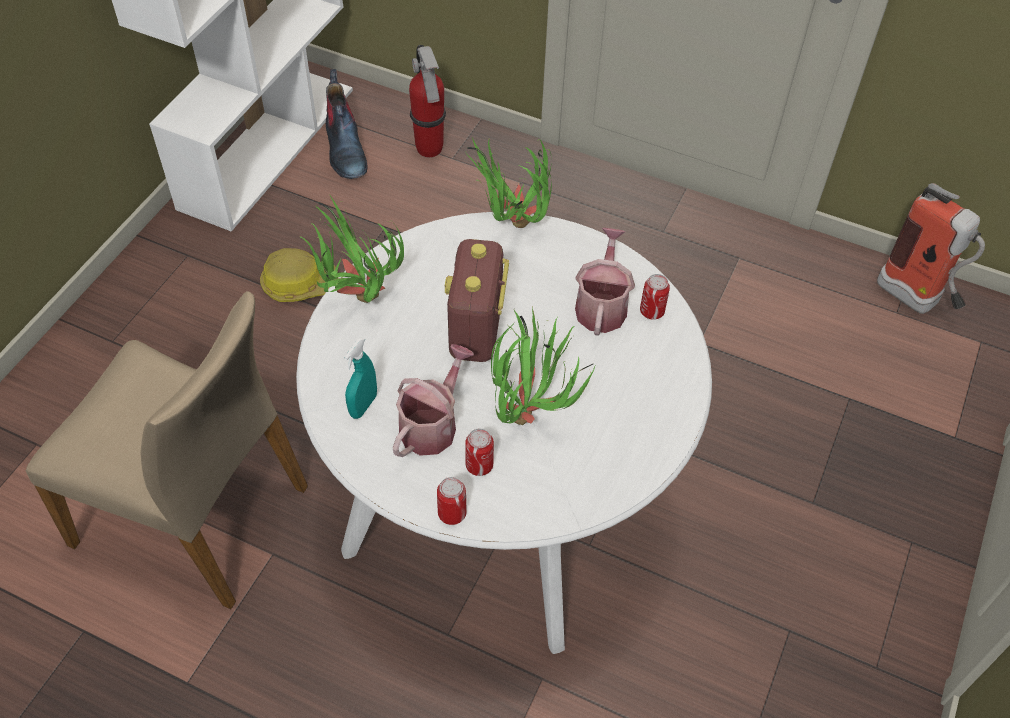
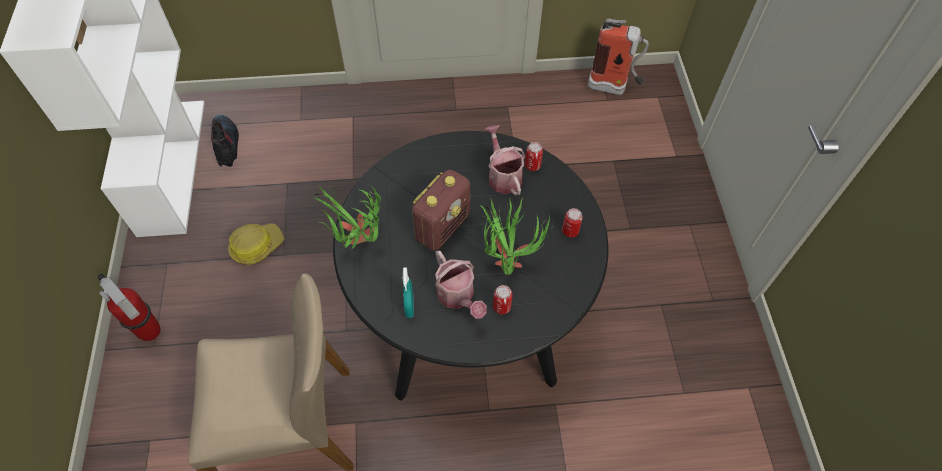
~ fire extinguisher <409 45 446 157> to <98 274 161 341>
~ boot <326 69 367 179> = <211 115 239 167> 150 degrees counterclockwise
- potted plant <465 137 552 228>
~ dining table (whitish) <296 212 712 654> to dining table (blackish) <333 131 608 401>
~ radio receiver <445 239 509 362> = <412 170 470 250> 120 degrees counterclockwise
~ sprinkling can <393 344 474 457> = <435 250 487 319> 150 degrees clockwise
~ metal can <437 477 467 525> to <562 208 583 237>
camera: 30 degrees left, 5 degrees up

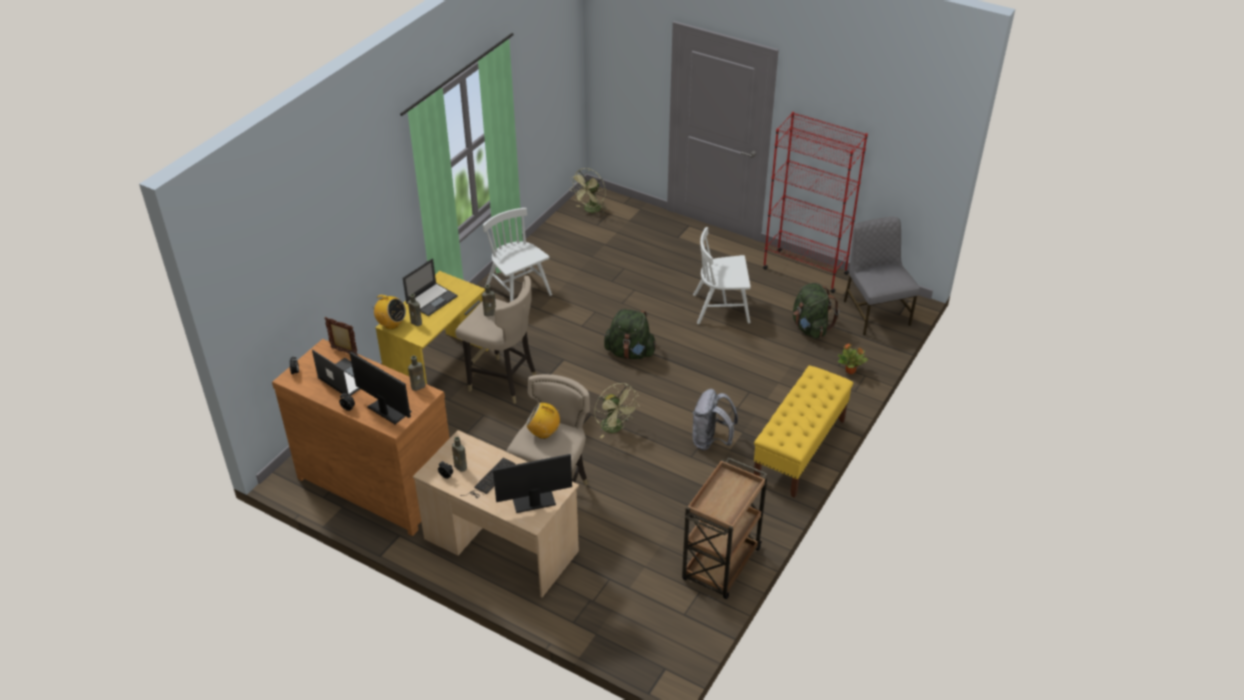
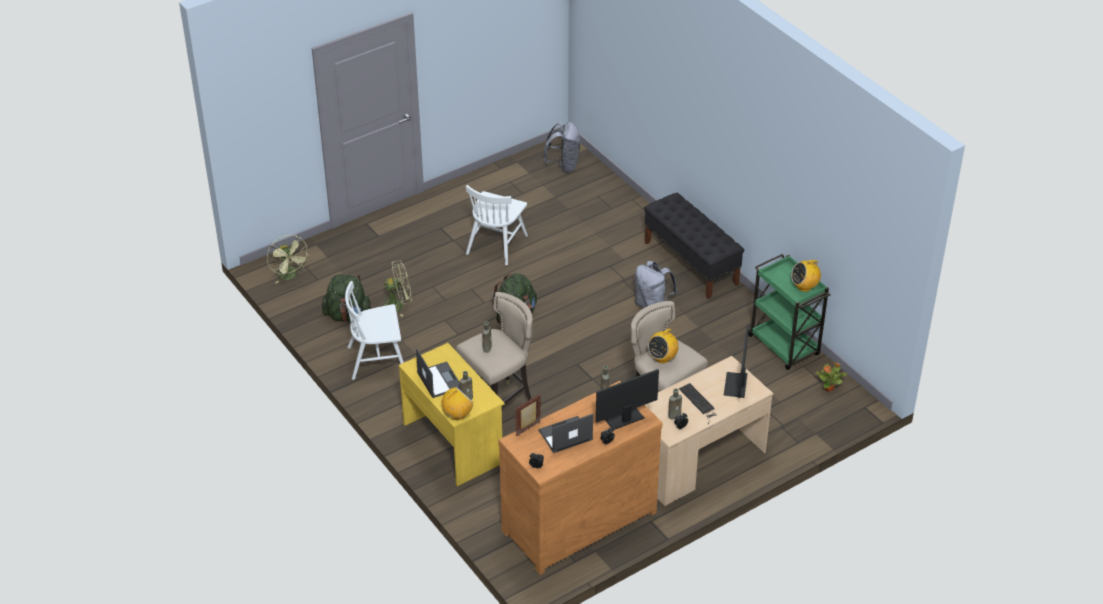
- bookshelf (reddish) <763 112 868 293>
~ chair (gray) <844 217 920 335> to rucksack (gray) <544 122 580 173>
~ rucksack (greenish) <793 283 839 339> to <322 274 373 322>
~ potted plant <838 344 868 374> to <816 362 847 391>
~ long seat (yellowish) <754 366 853 498> to long seat (blackish) <644 193 744 299>
~ fan (greenish) <594 383 640 438> to <377 261 411 317>
~ wheeled cart (brownish) <682 457 767 599> to wheeled cart (greenish) <748 254 831 370>
+ radio receiver <791 260 821 292>
camera: 65 degrees left, 0 degrees up

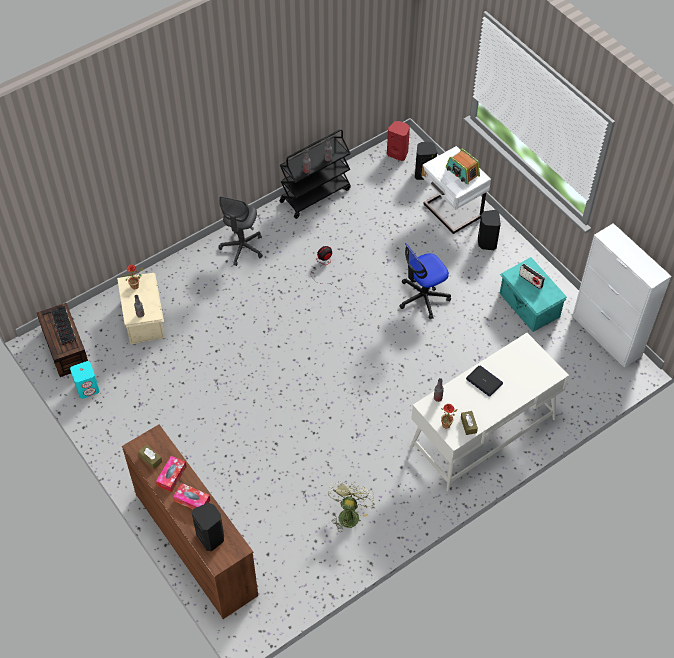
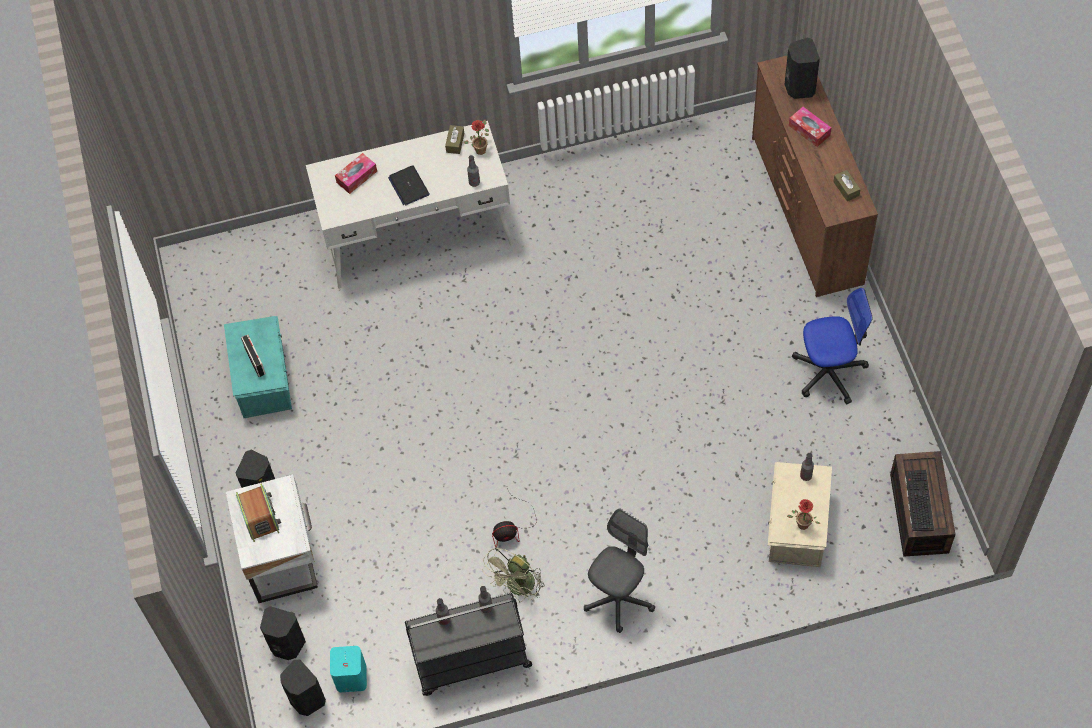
~ speaker (reddish) <387 121 410 161> to speaker (blackish) <280 660 326 716>
- cupboard (whitish) <572 223 671 368>
~ computer chair <399 243 451 319> to <792 288 873 404>
~ speaker (turquoise-coloured) <70 361 99 399> to <330 646 367 692>
~ tissue box <156 456 187 492> to <335 153 377 194>
~ fan (greenish) <328 481 374 532> to <482 547 545 602>
camera: 155 degrees left, 5 degrees up

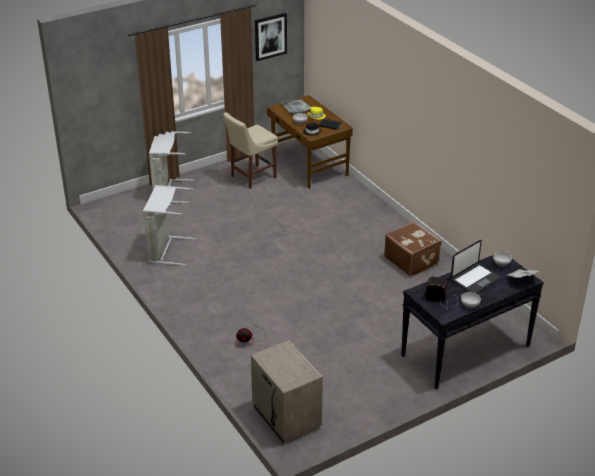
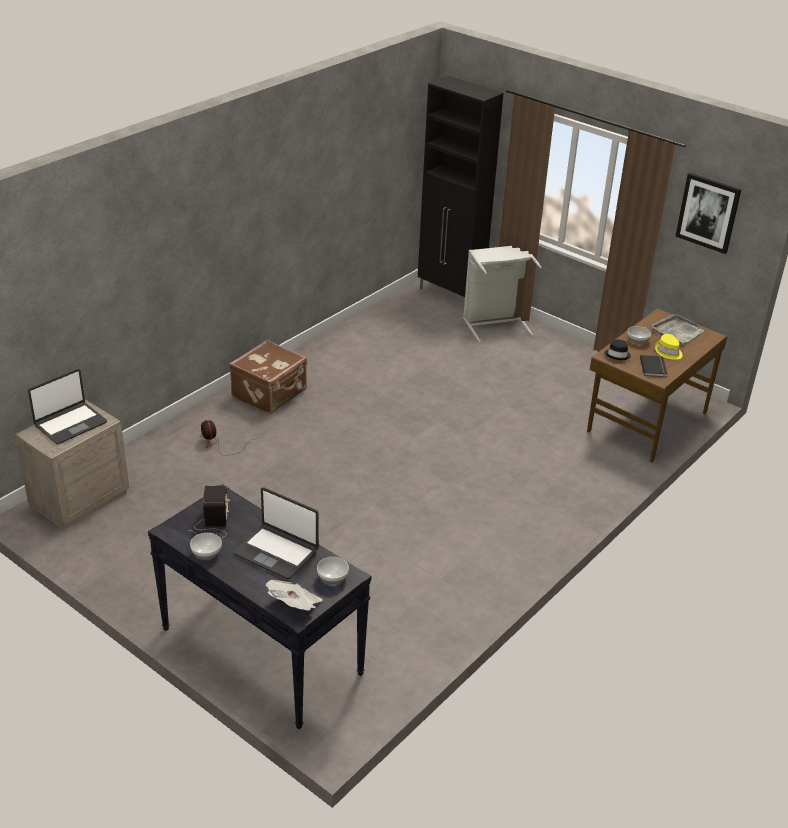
- chair (beige-coloured) <223 112 278 189>
- washing basket (gray) <143 185 196 266>
~ suitcase (brownish) <384 221 442 277> to <229 340 307 414>
+ cupboard (blackish) <418 76 503 297>
+ laptop <28 369 107 444>
camera: 70 degrees right, 0 degrees up

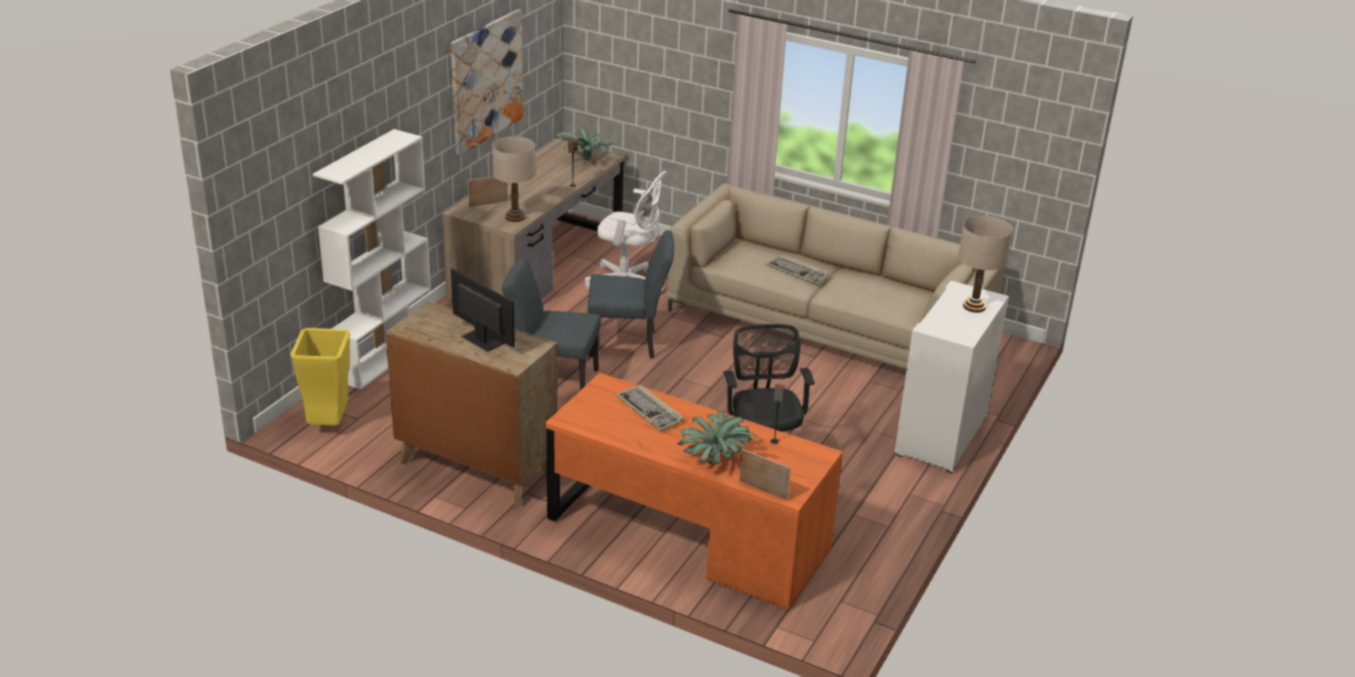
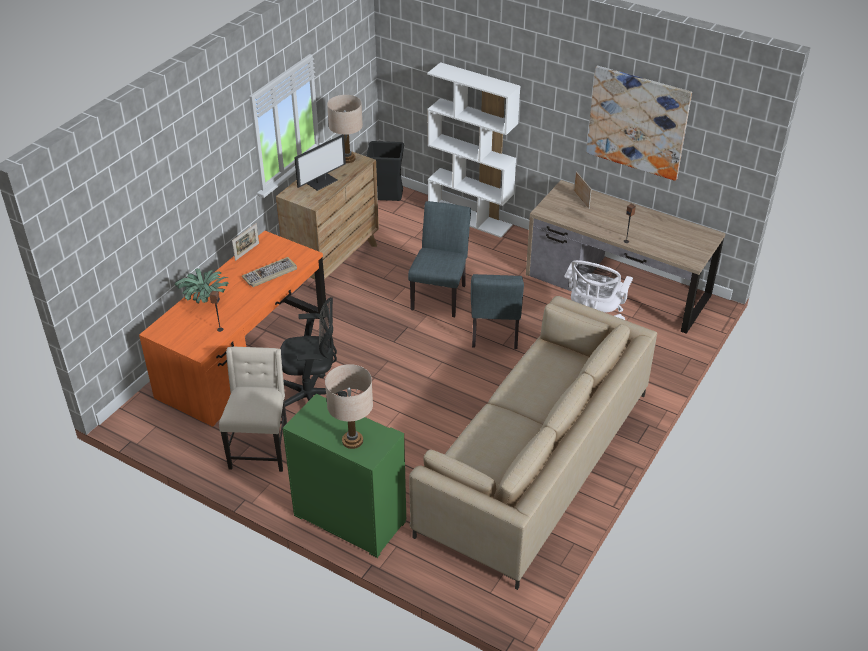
- potted plant <555 127 613 162>
~ tabletop lamp (beige-coloured) <492 136 535 222> to <327 95 363 163>
- keyboard <766 254 829 285>
~ cupboard (whitish) <895 281 1009 473> to cupboard (greenish) <282 394 406 558>
~ waste bin (yellowish) <290 328 350 426> to waste bin (blackish) <366 141 404 201>
~ standing frame <739 449 791 500> to <232 223 259 261>
+ chair (beige-coloured) <219 347 287 472>
camera: 95 degrees right, 10 degrees up

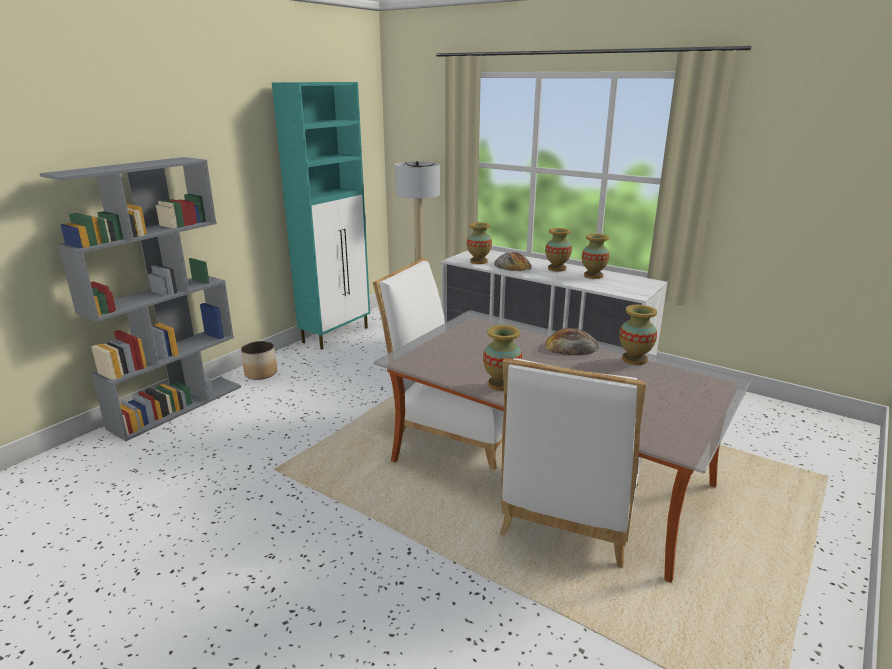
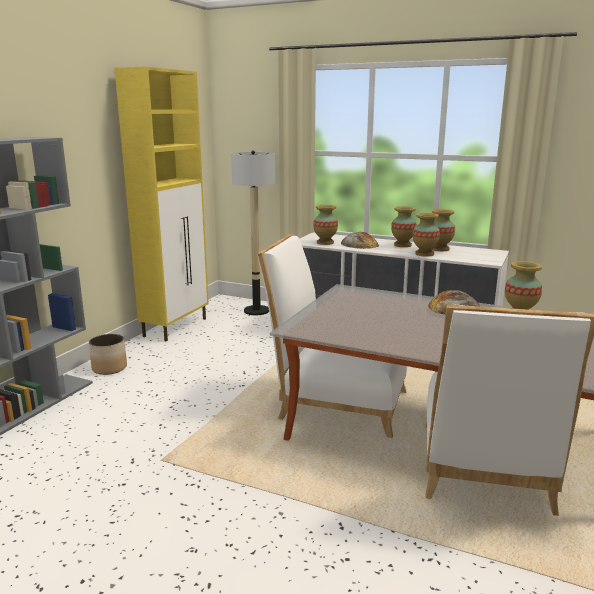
~ cupboard (turquoise-coloured) <272 82 370 350> to cupboard (yellowish) <115 67 209 342>
~ decorative vase <483 325 522 391> to <413 213 440 257>
camera: 10 degrees left, 5 degrees down

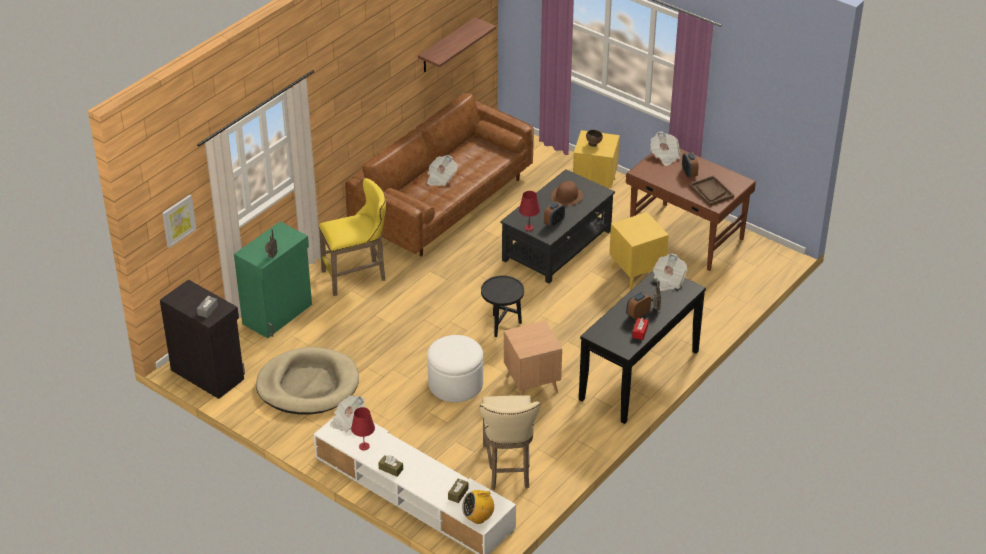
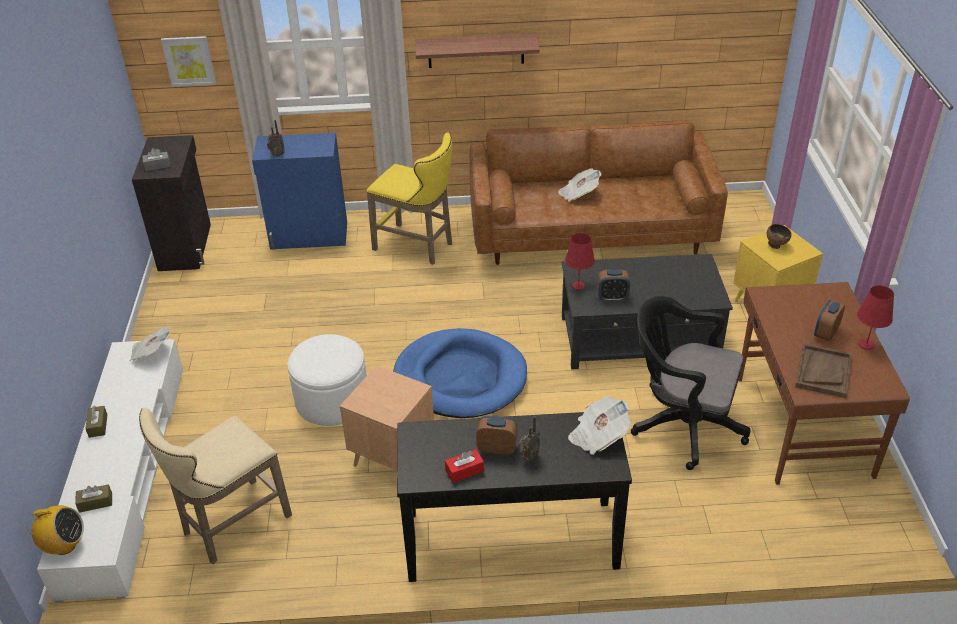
~ bracket shelf <418 17 496 72> to <415 33 540 68>
- printed paper <650 132 680 166>
- clothing hat (brownish) <551 181 583 206>
~ side table (yellowish) <609 212 669 290> to computer chair (blackish) <631 296 751 470>
~ cupboard (greenish) <234 222 312 338> to cupboard (bluish) <252 133 347 250>
~ side table (blackish) <481 275 524 337> to dog bed (bluish) <393 328 527 418>
- dog bed (beige-coloured) <256 347 359 415>
~ tabletop lamp (reddish) <351 407 375 451> to <857 285 894 350>
~ radio receiver <462 489 494 524> = <22 505 84 555> 150 degrees clockwise
camera: 50 degrees right, 0 degrees up

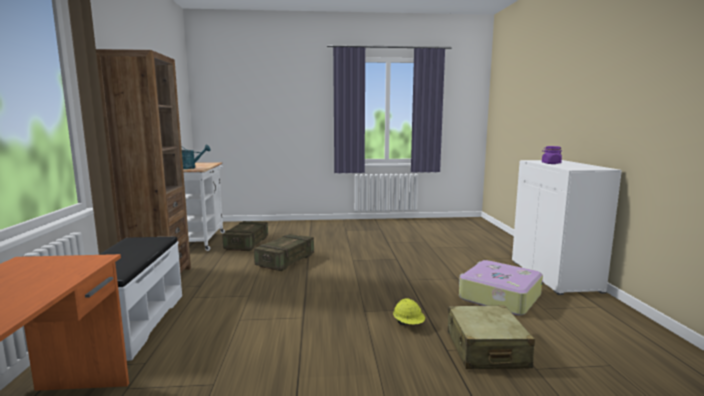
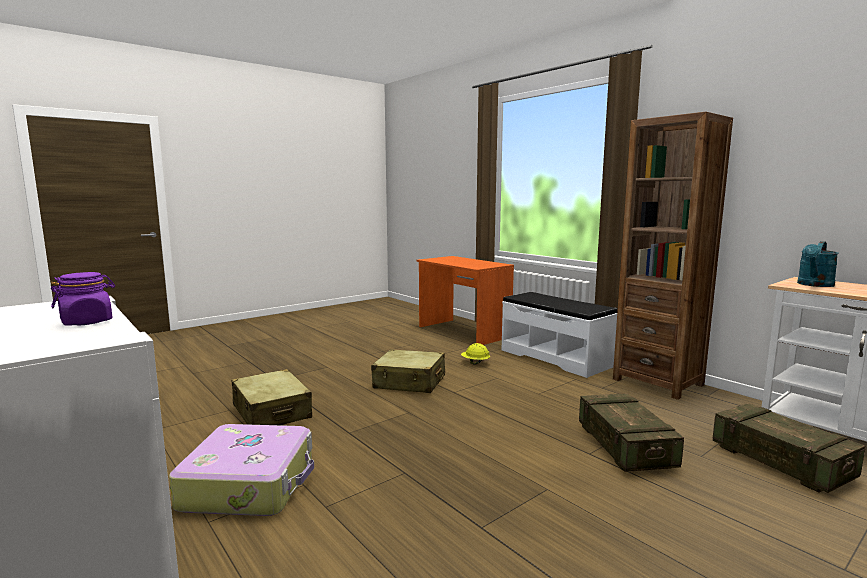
~ work helmet (yellowish) <393 298 425 325> to <461 343 490 364>
+ suitcase (beige-coloured) <371 349 445 393>
camera: 145 degrees right, 0 degrees up

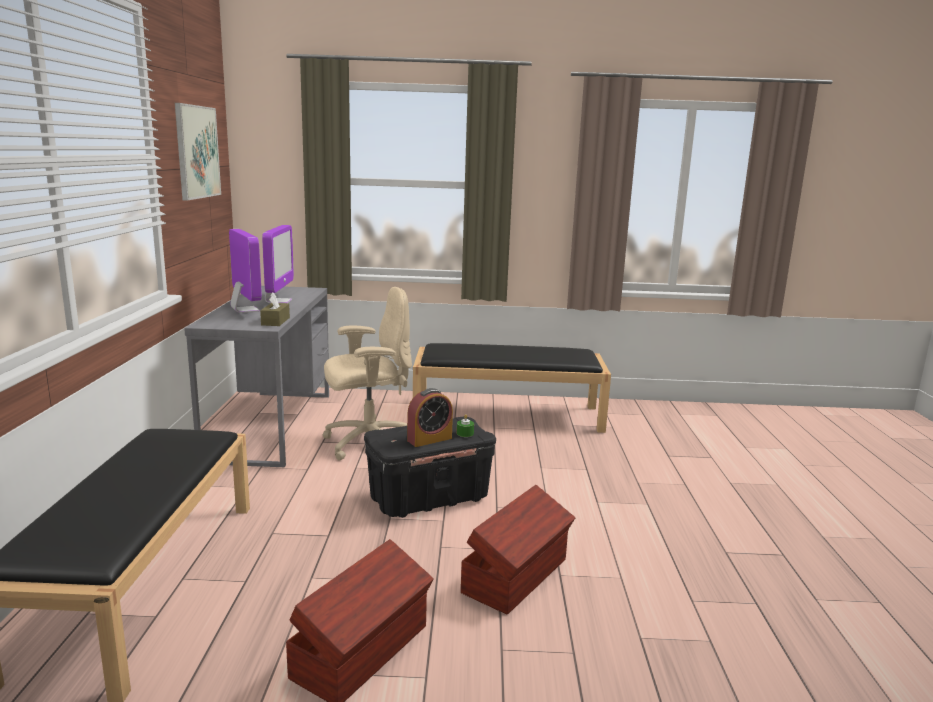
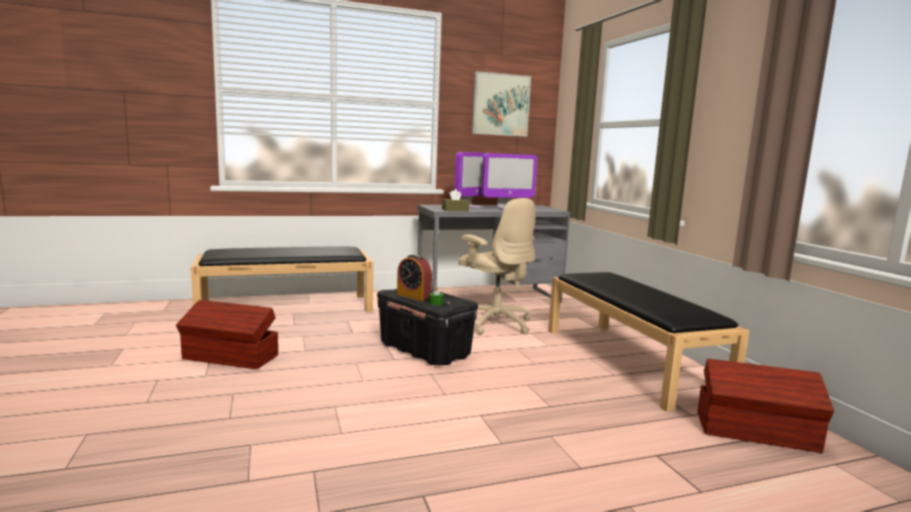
~ storage bin (brownish) <461 485 575 615> to <697 359 834 453>
camera: 70 degrees right, 5 degrees down

